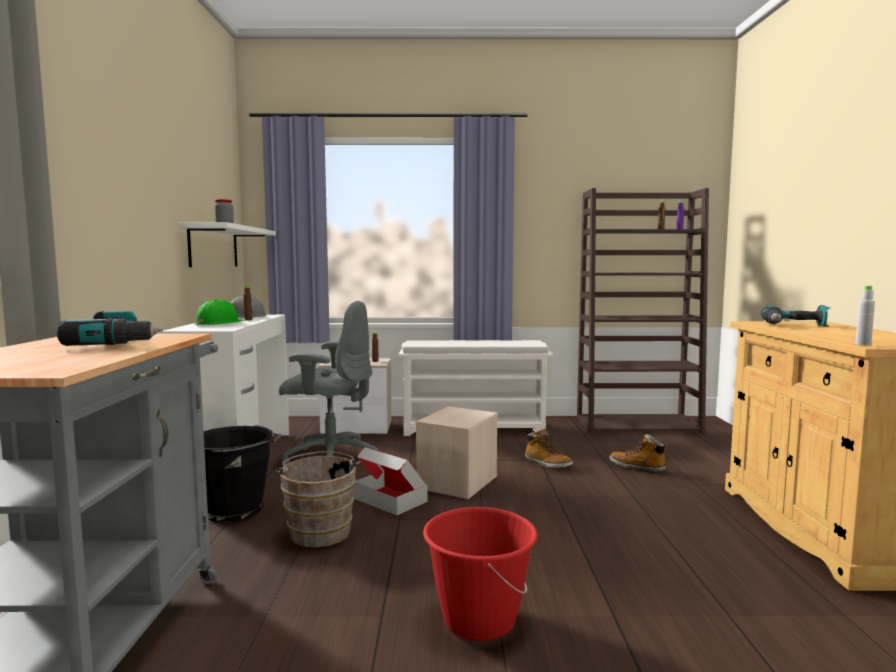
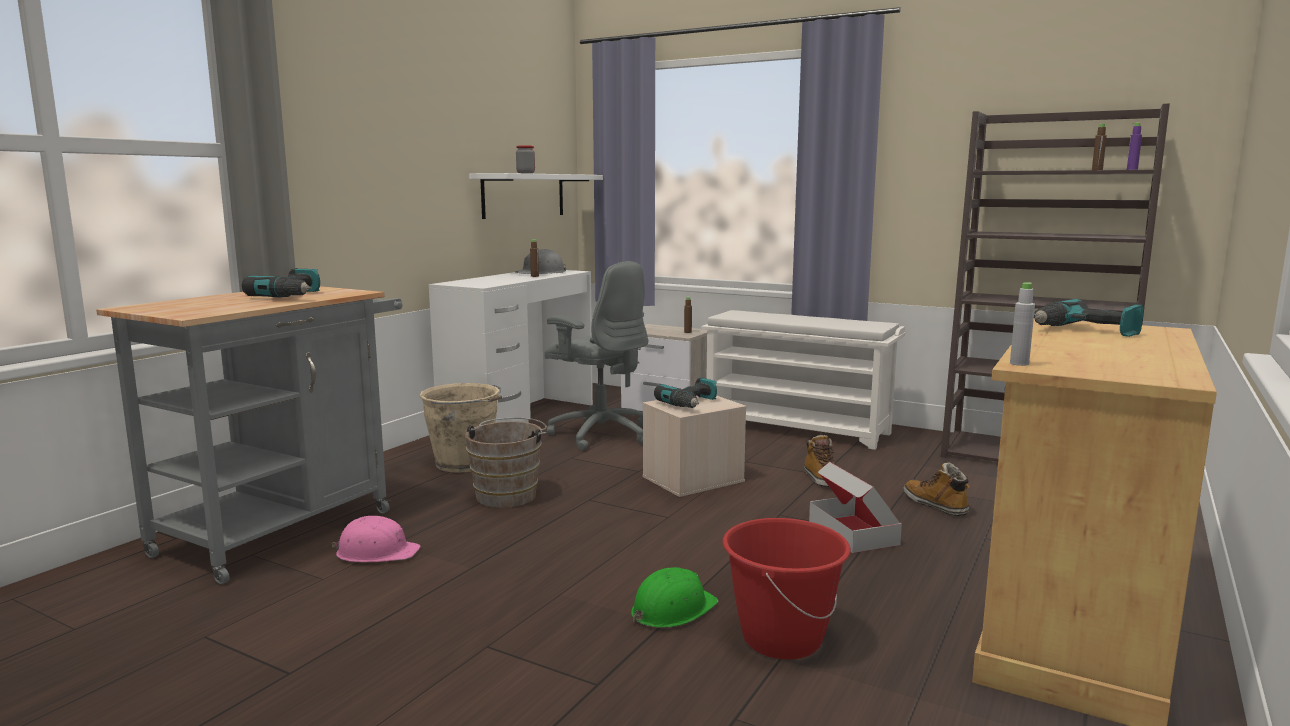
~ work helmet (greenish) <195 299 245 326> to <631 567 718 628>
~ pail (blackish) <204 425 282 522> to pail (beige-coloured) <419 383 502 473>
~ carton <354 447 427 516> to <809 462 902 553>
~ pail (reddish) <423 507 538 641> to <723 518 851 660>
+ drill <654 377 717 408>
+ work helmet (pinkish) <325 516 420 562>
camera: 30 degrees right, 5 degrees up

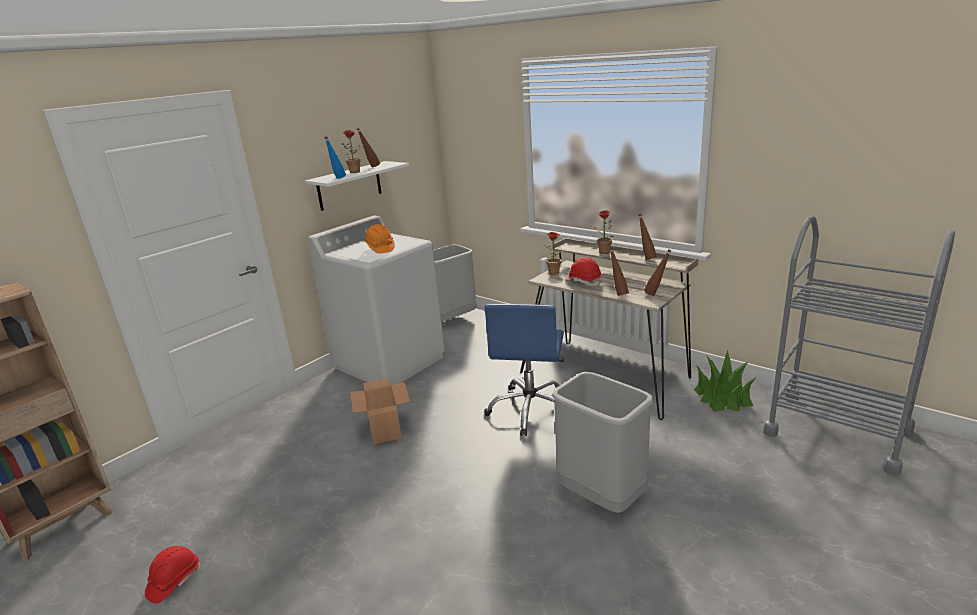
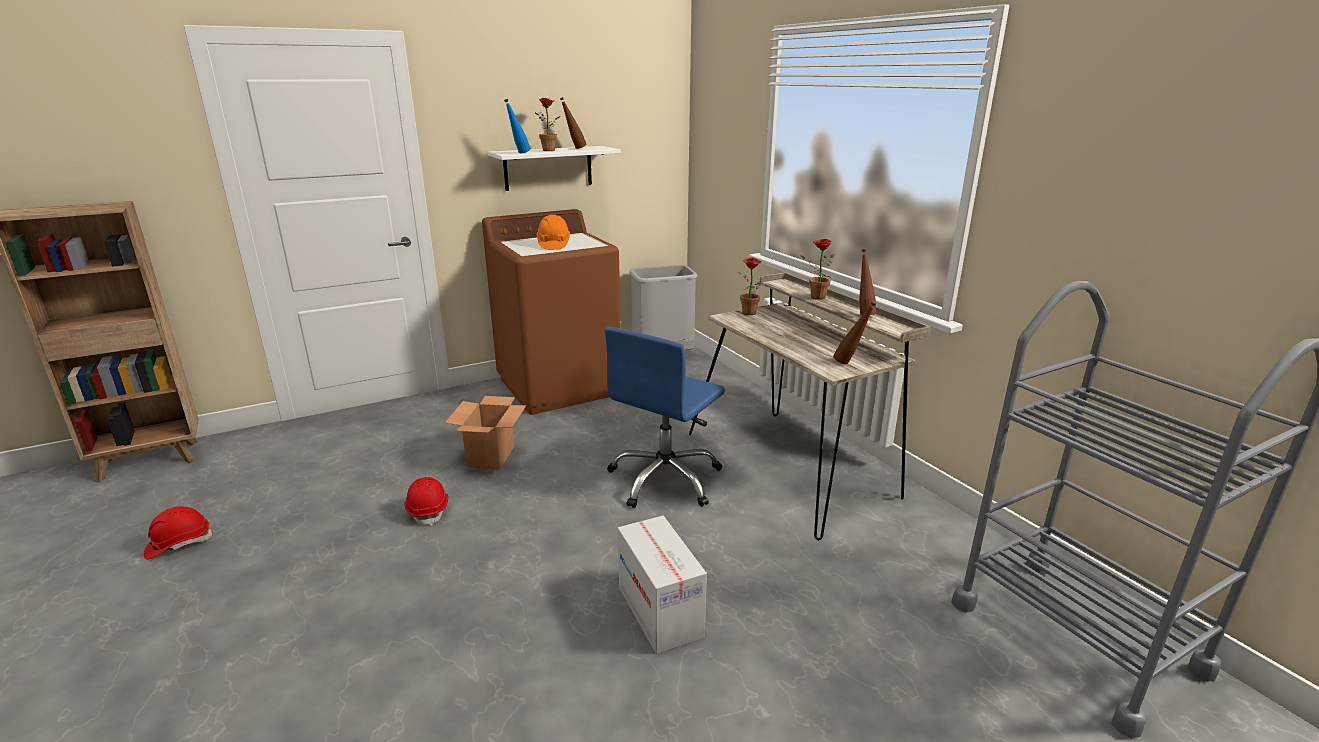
~ washing machine (whitish) <308 216 445 385> to washing machine (brownish) <482 209 621 415>
- drink bottle (brownish) <609 248 629 296>
~ work helmet (reddish) <565 257 602 286> to <405 477 448 526>
- potted plant <694 349 756 412>
~ waste bin (gray) <552 372 654 513> to carton <617 516 707 654>
camera: 20 degrees right, 0 degrees up

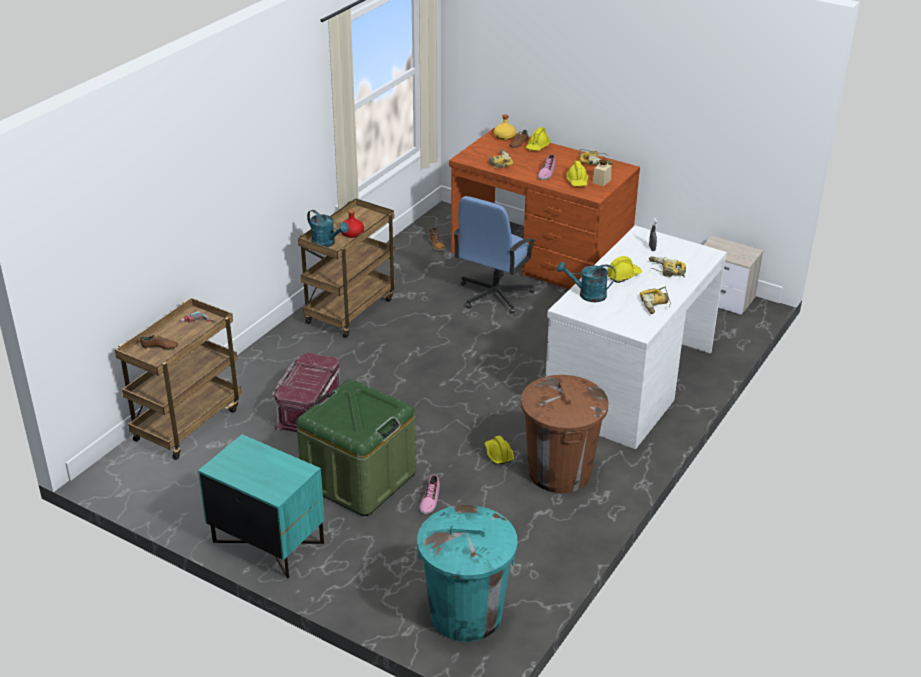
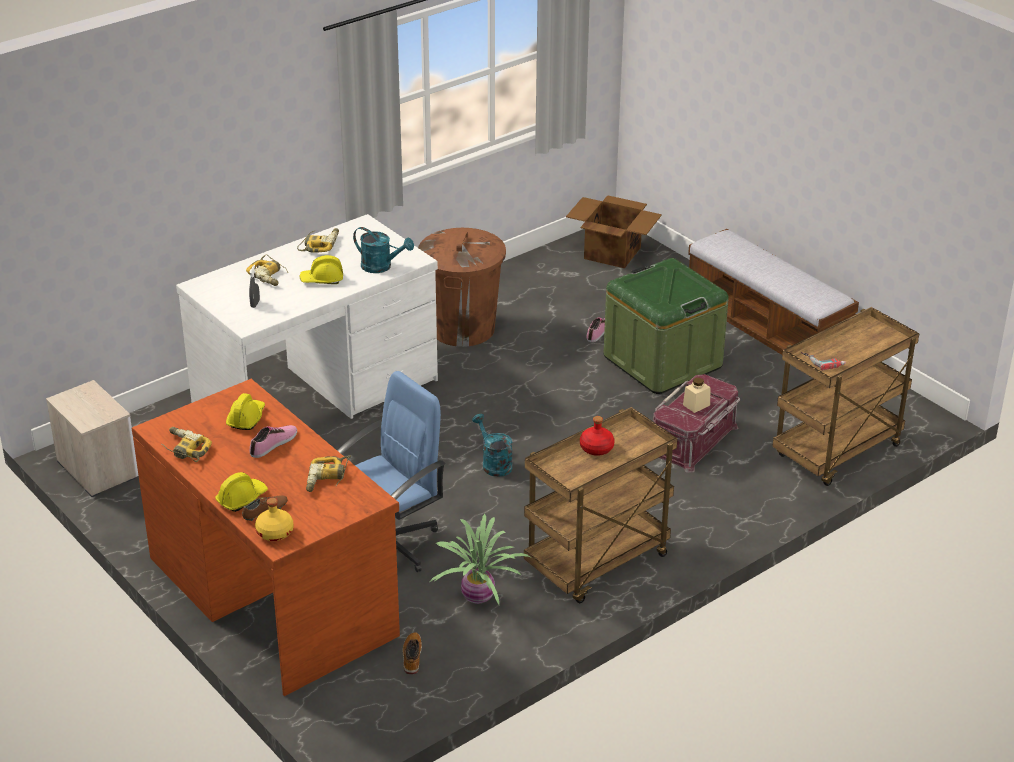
~ preserve jar (beige-coloured) <593 159 612 186> to <683 377 711 413>
~ sprinkling can (turquoise-coloured) <307 210 349 247> to <472 414 513 477>
- item of footwear (brownish) <140 335 178 350>
~ nightstand (turquoise-coloured) <198 434 325 579> to long seat <688 229 859 355>
- work helmet (yellowish) <485 436 514 464>
~ waste bin (turquoise-coloured) <417 505 518 642> to carton <566 195 662 268>
+ potted plant <430 514 530 605>
camera: 160 degrees left, 0 degrees up

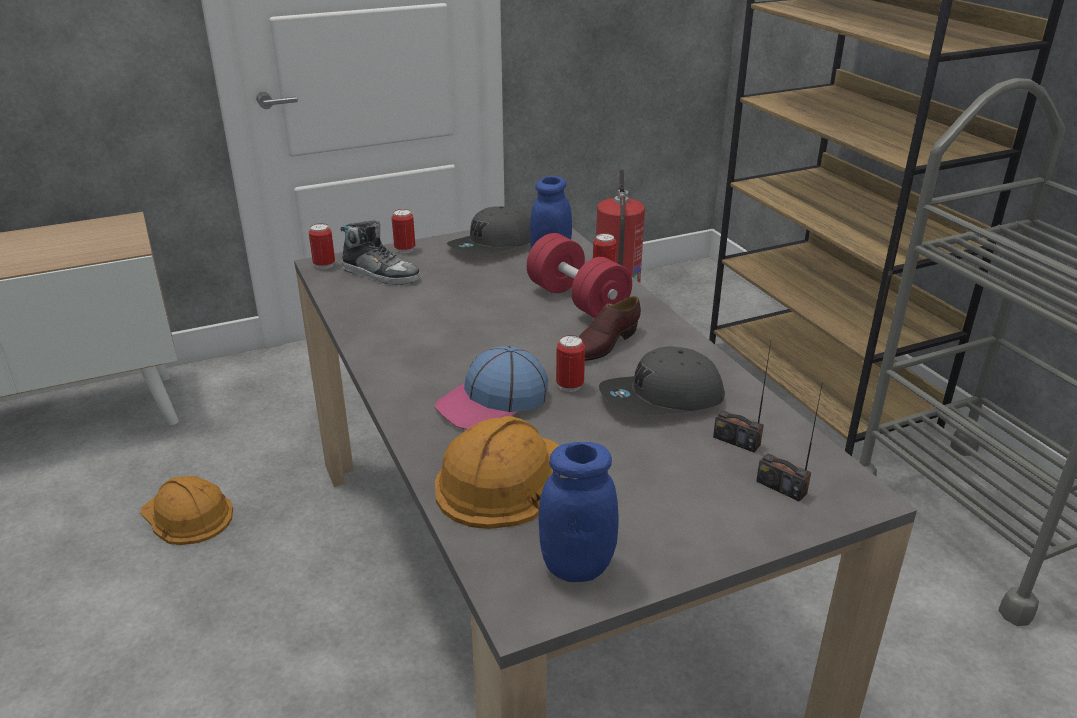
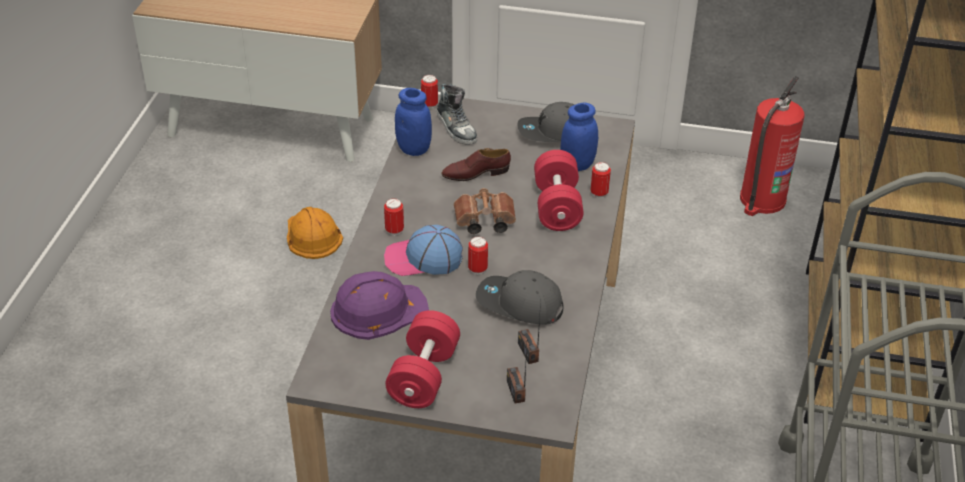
~ metal can <391 209 415 253> to <384 198 404 235>
~ item of footwear (brownish) <579 296 641 361> to <442 148 511 181>
~ work helmet (orangey) <435 416 560 529> to work helmet (purplish) <330 271 429 340>
~ preserve jar (bluish) <538 442 619 582> to <395 88 432 156>
+ pair of binoculars (brownish) <454 188 516 234>
+ free weight (reddish) <385 310 460 408>
camera: 35 degrees right, 10 degrees up

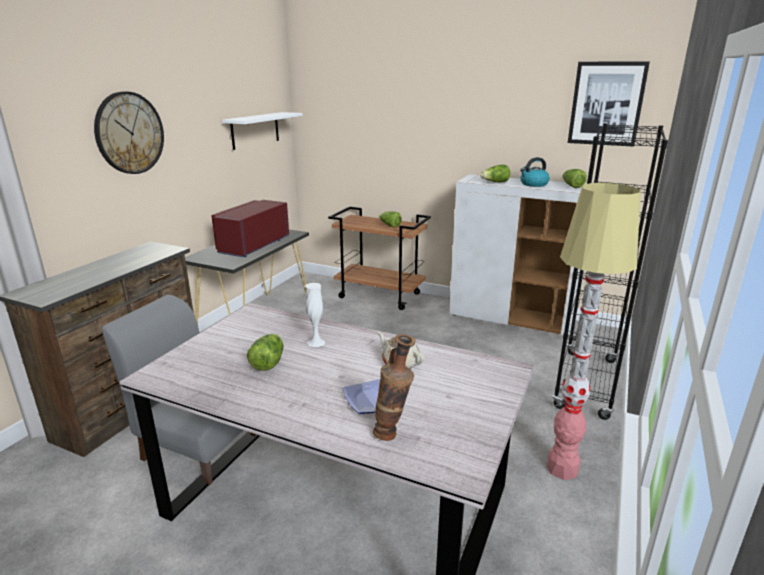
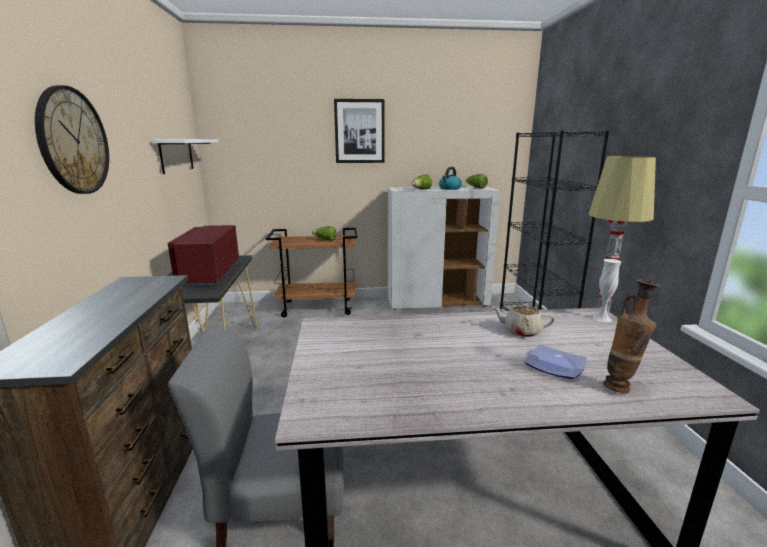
~ wall art <568 61 650 147> to <334 99 385 163>
~ decorative vase (whitish) <305 283 325 347> to <593 259 621 322>
- head of lettuce <247 334 284 371>
camera: 30 degrees left, 5 degrees down

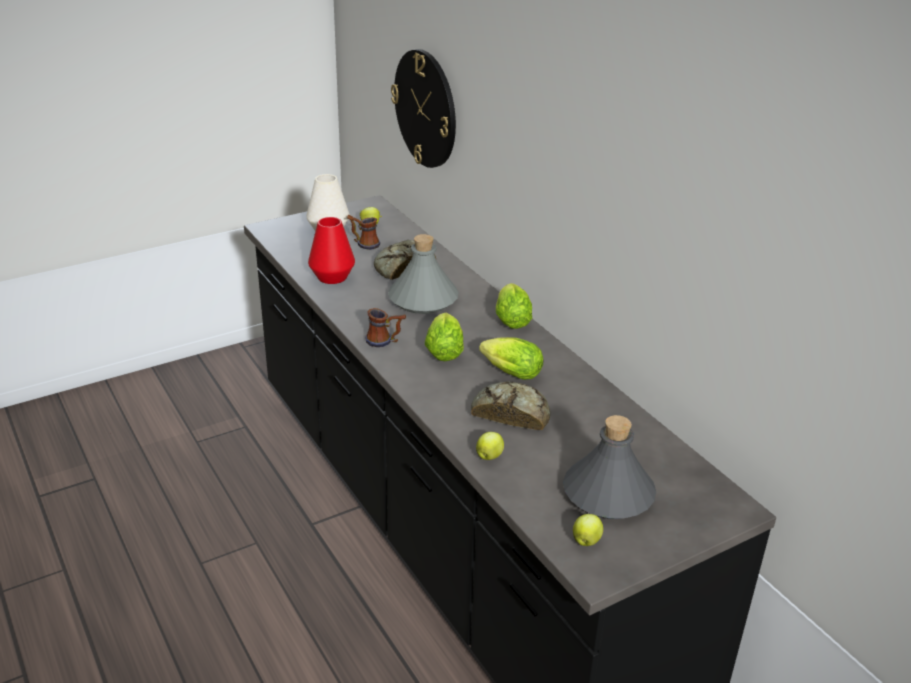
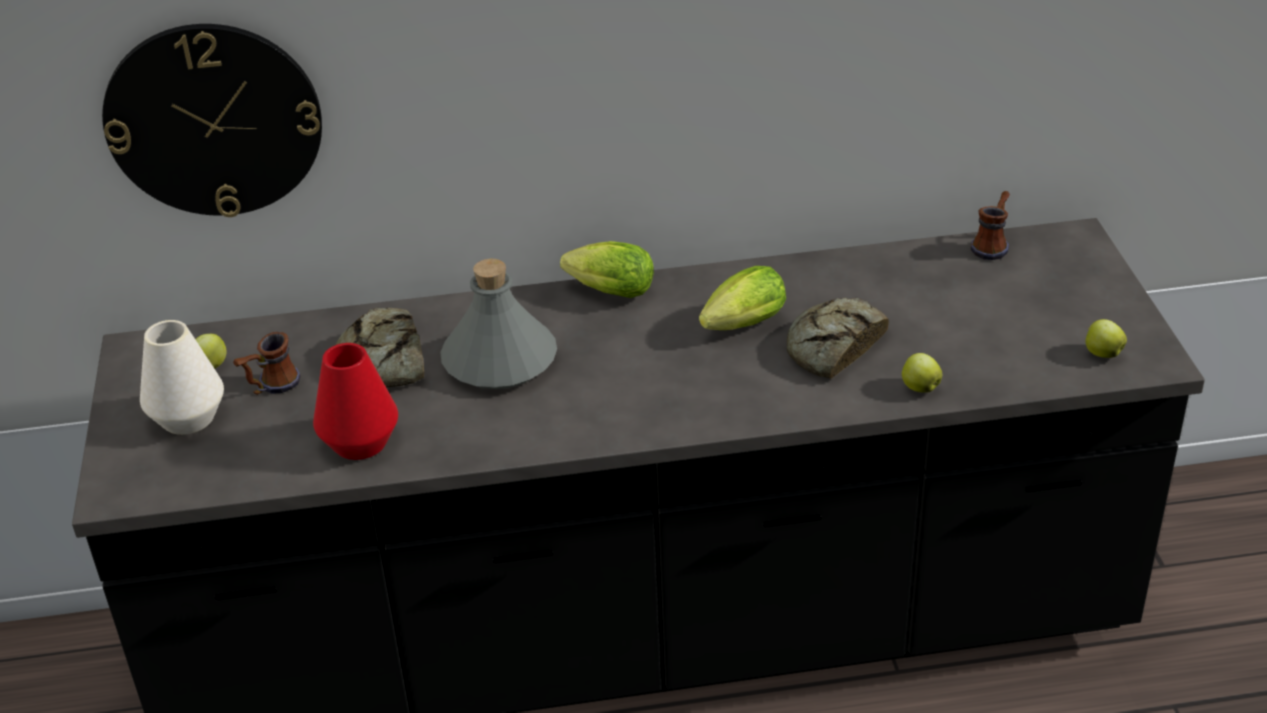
~ tea mug <365 308 406 347> to <971 191 1010 260>
- head of lettuce <425 312 464 361>
- drink bottle (gray) <563 415 656 519>
camera: 65 degrees left, 5 degrees up

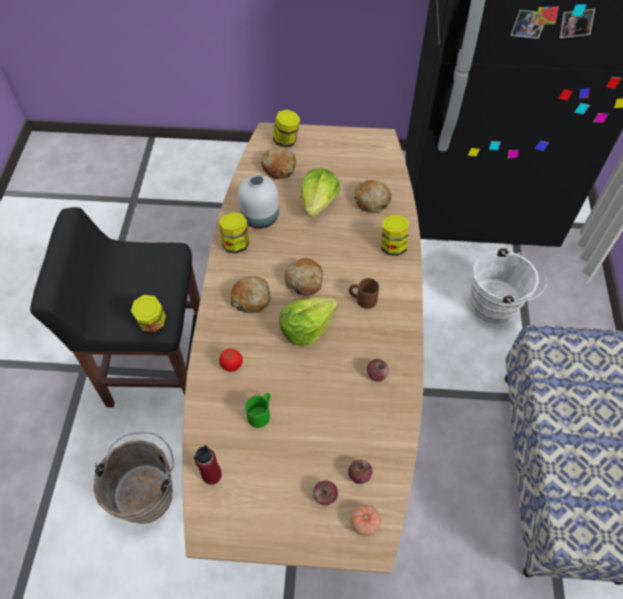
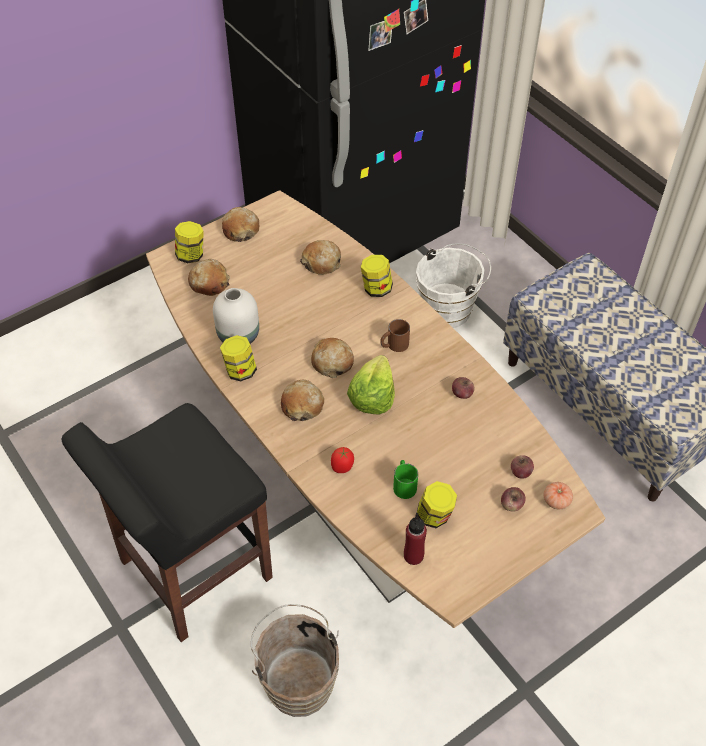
- head of lettuce <300 168 340 217>
~ preserve jar <131 295 167 334> to <417 481 457 528>
+ bakery bread <222 207 259 242>
camera: 40 degrees left, 5 degrees down

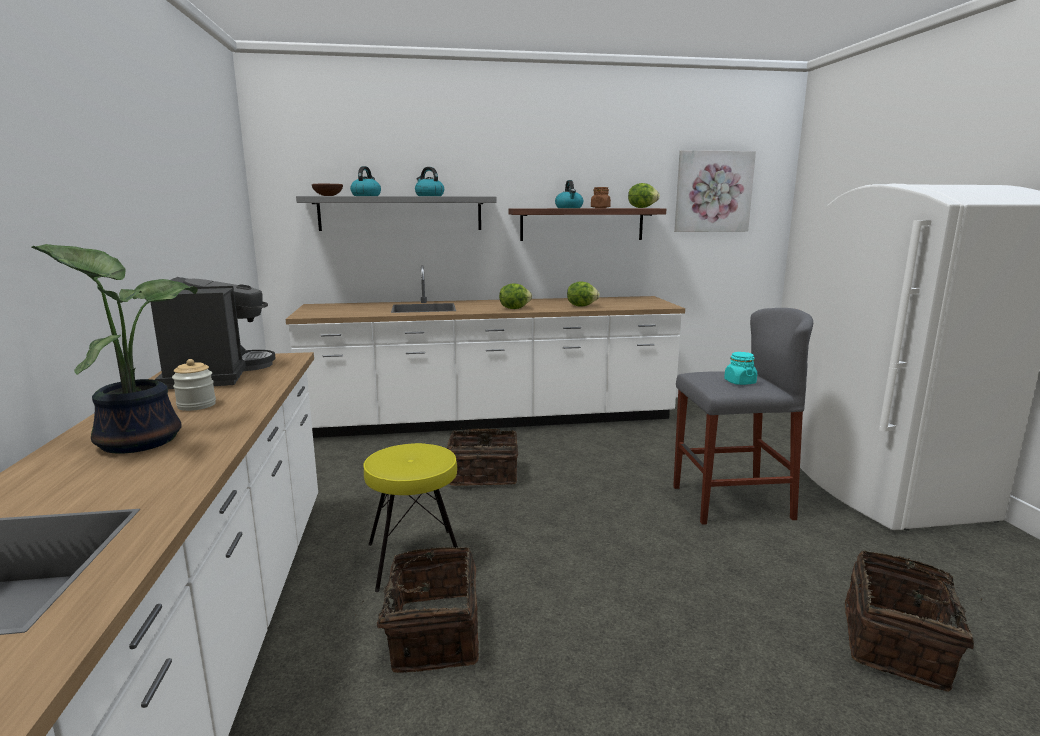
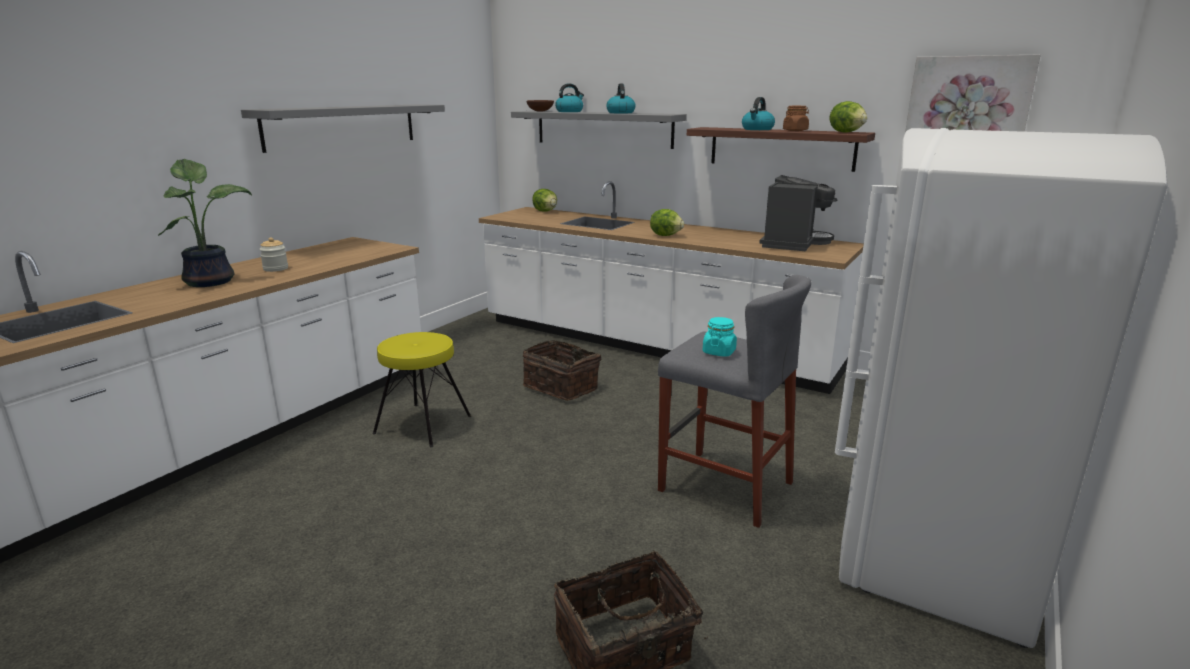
~ coffee maker <151 277 276 389> to <759 175 837 251>
~ head of lettuce <567 281 600 307> to <532 189 557 212>
- storage basket <355 547 479 673>
+ bracket shelf (gray) <241 104 445 153>
camera: 40 degrees right, 5 degrees up

